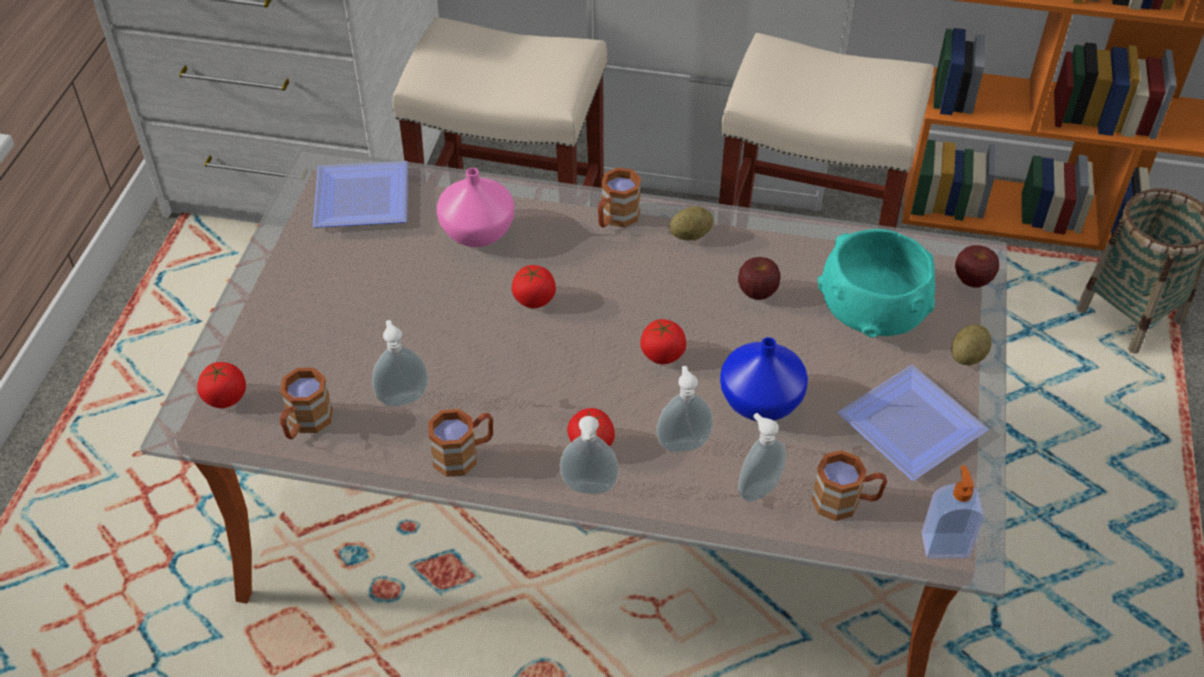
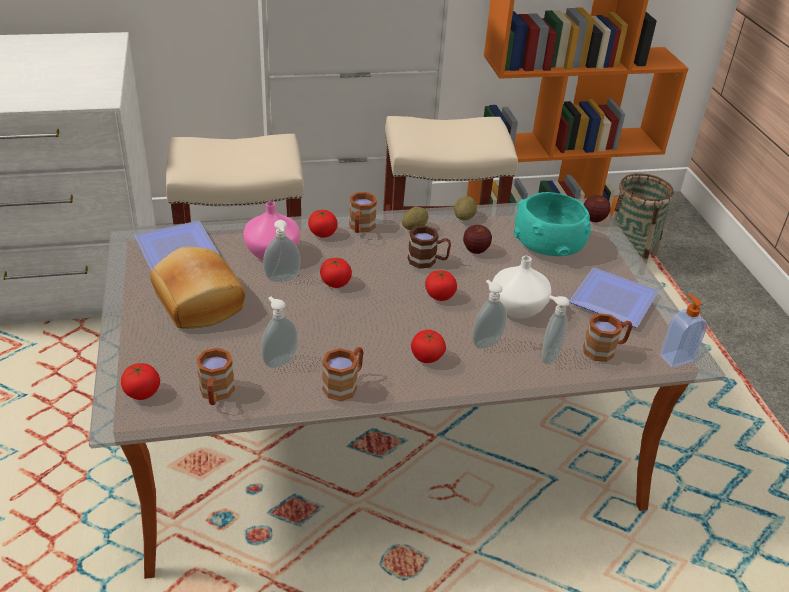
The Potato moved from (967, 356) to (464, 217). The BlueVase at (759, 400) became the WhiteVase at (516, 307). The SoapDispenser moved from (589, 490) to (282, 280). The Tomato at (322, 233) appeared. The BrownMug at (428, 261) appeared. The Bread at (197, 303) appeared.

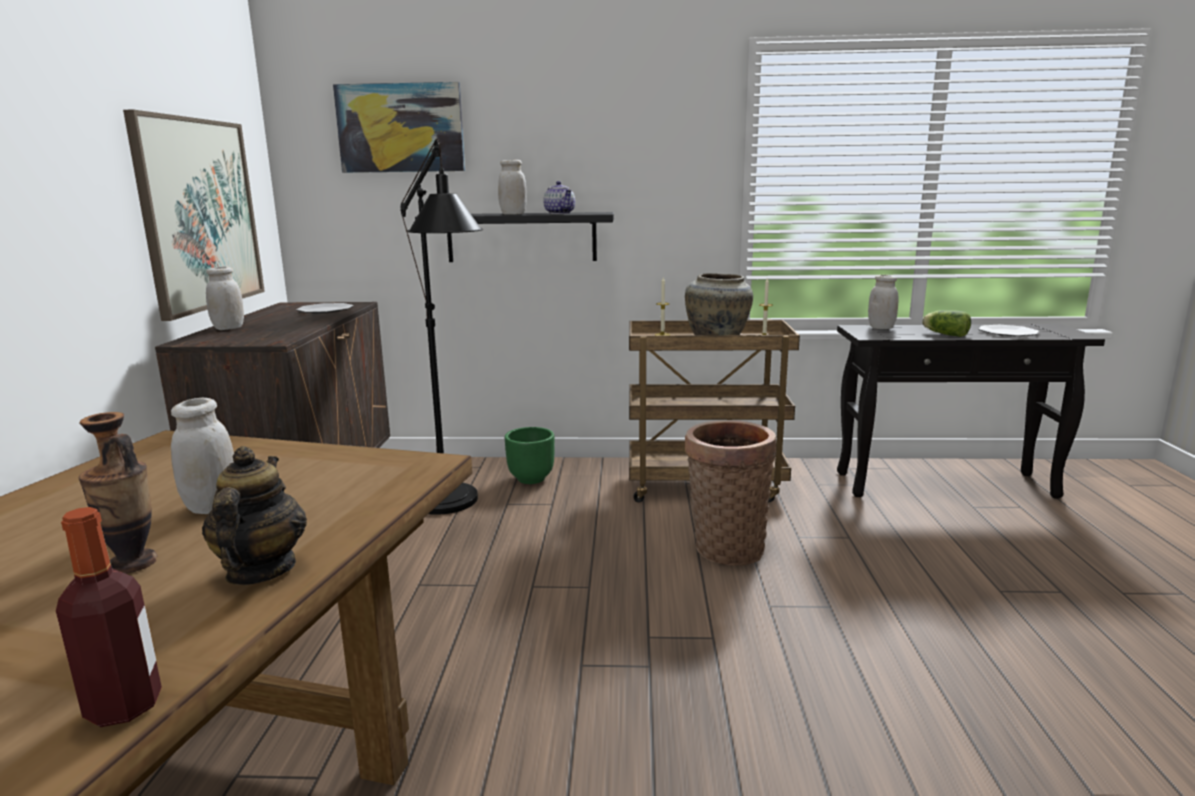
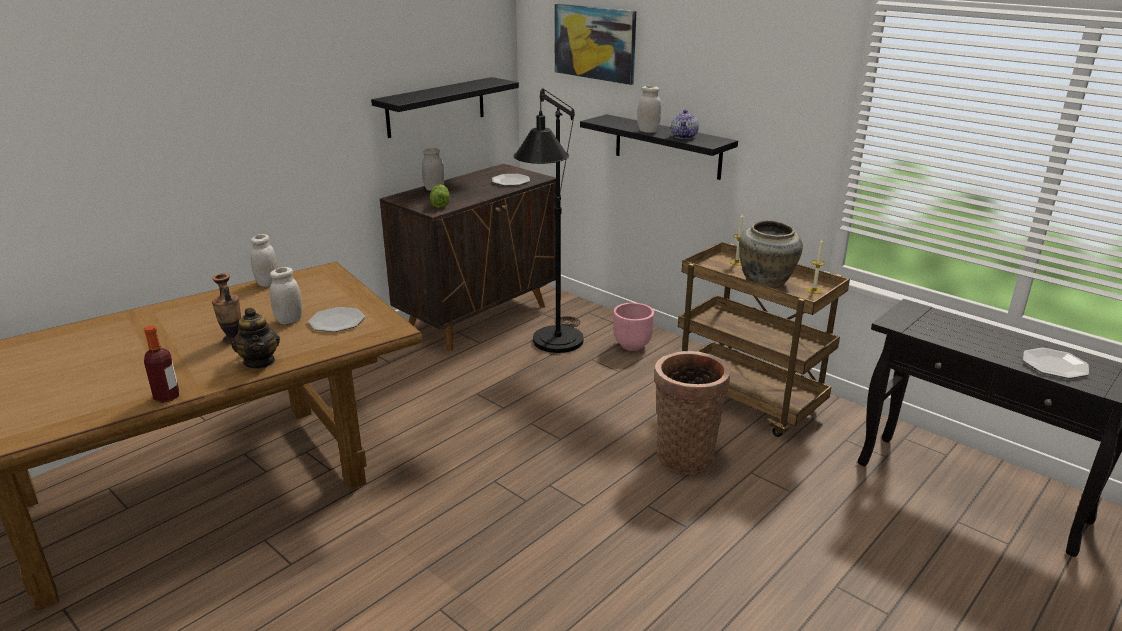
The Picture at (200, 214) was replaced by the BlackShelf at (436, 107). The WhiteJar moved from (881, 328) to (268, 283). The Lettuce moved from (944, 334) to (440, 203). The GreenPlanter at (531, 479) became the PinkPlanter at (632, 345). The Teapot at (260, 570) turned 120 degrees clockwise. The Plate at (337, 321) appeared.

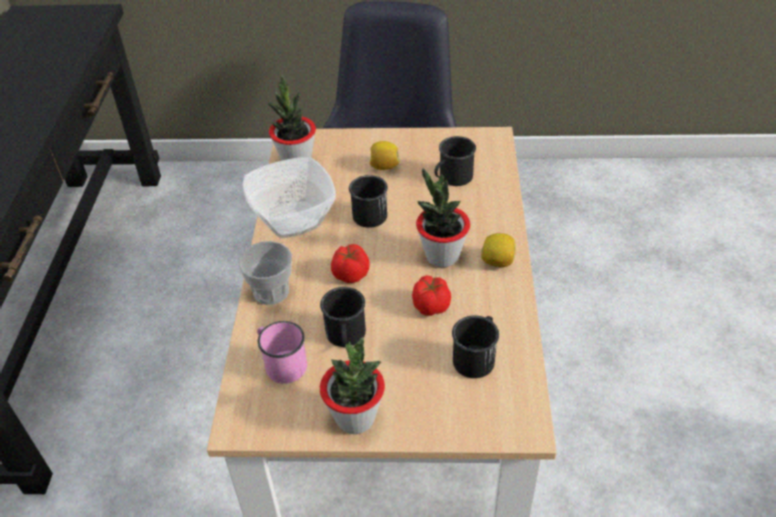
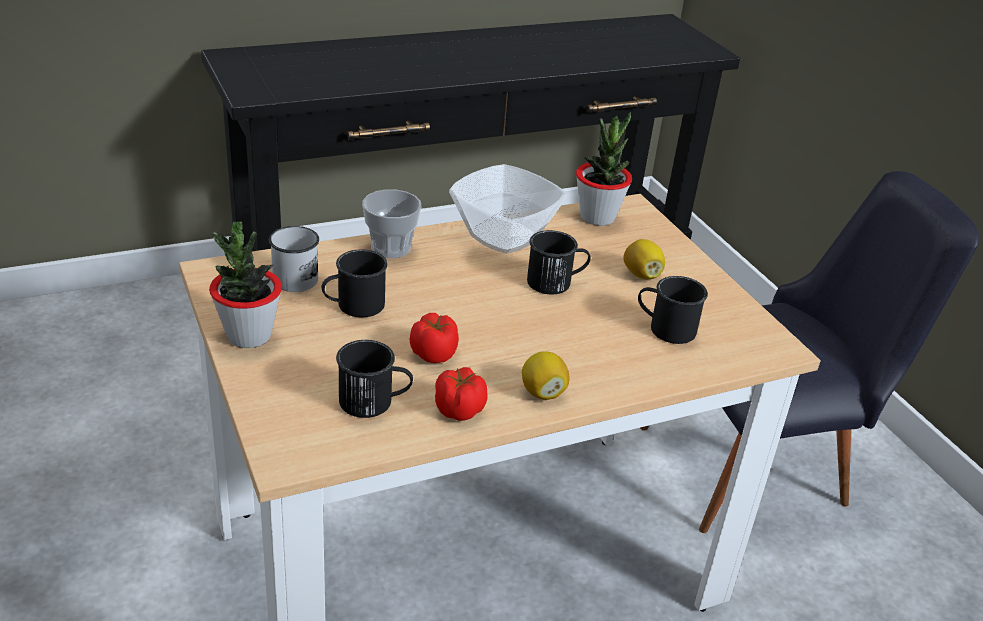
The PottedPlant at (442, 256) disappeared. The Tomato moved from (350, 274) to (458, 409). The PinkMug at (281, 363) became the WhiteMug at (299, 276).

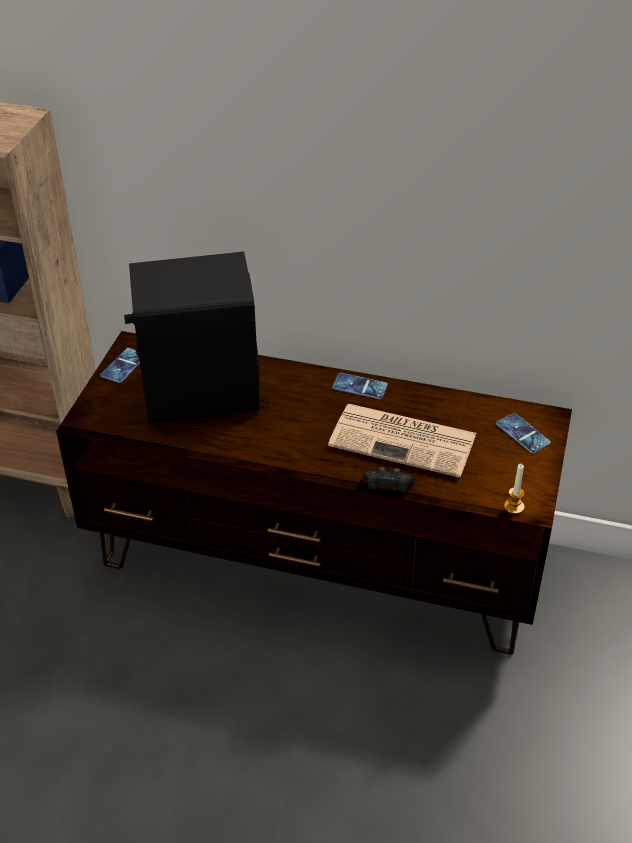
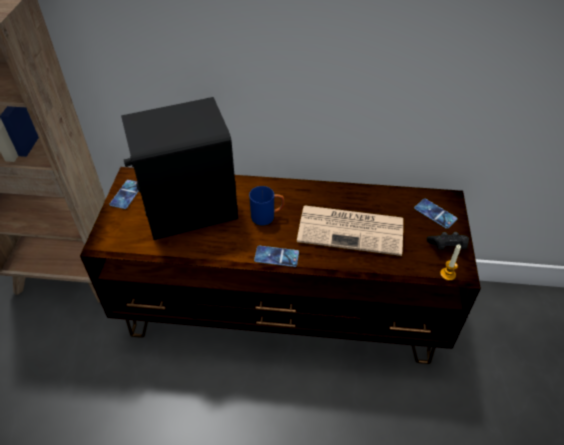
The Phone moved from (360, 386) to (276, 256). The BlackGameController moved from (387, 488) to (447, 247). The BlueMug at (267, 216) appeared.

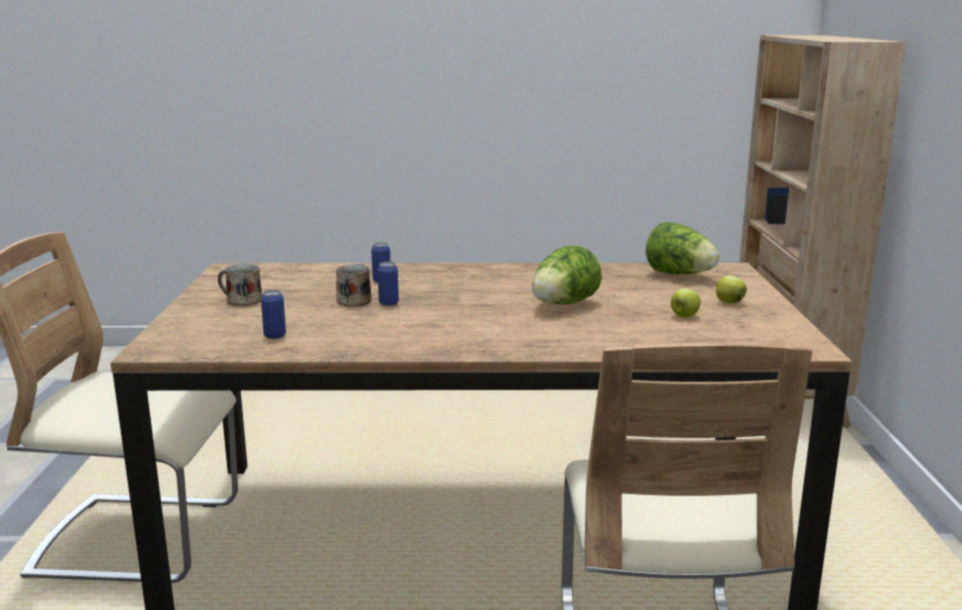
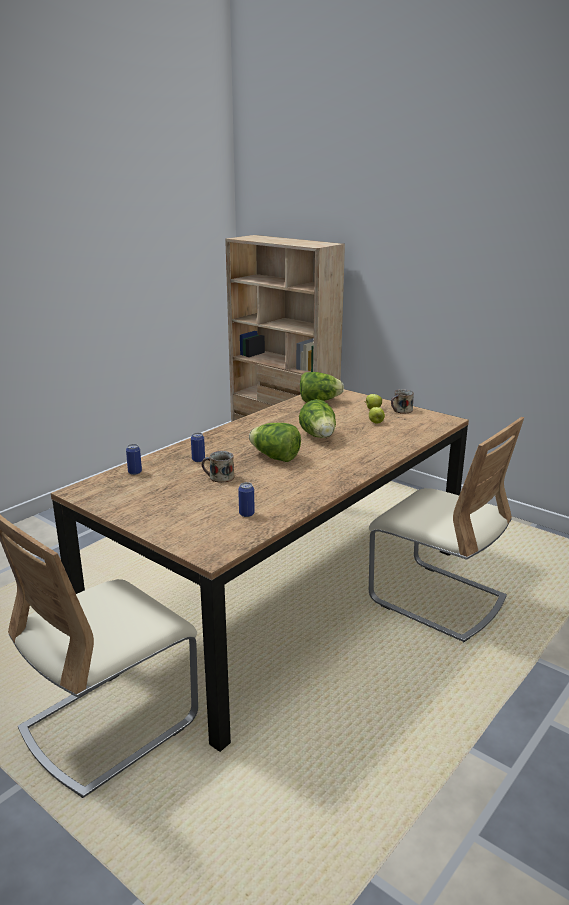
The Can moved from (388, 303) to (135, 472). The Mug moved from (242, 300) to (401, 410). The Lettuce at (275, 457) appeared.

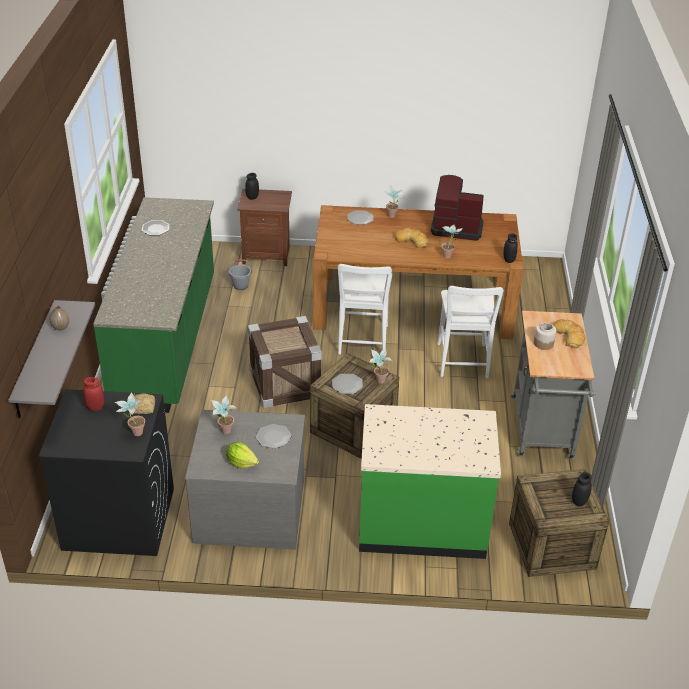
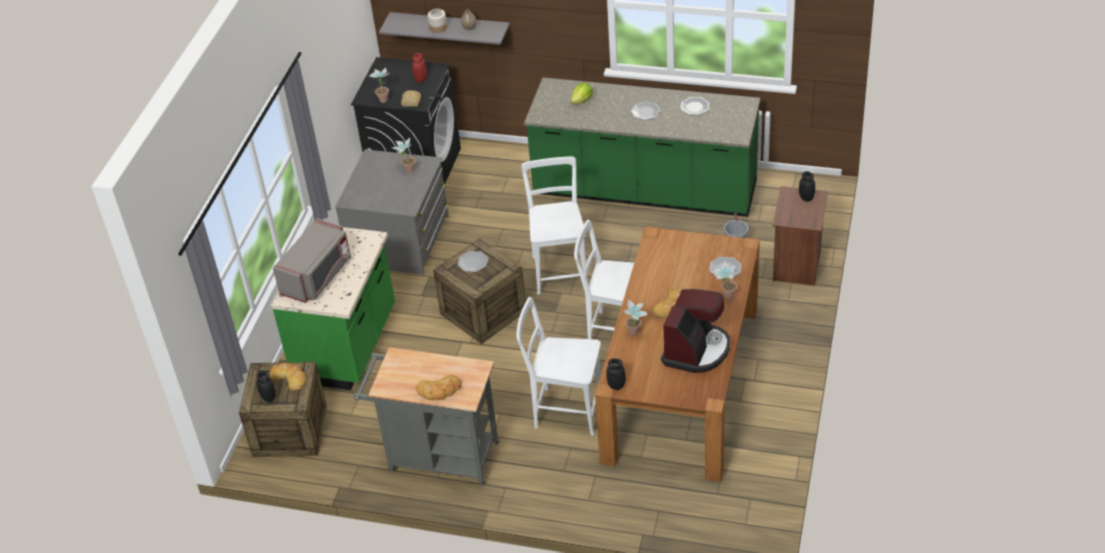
The Crate at (285, 384) was replaced by the WhiteChair at (559, 269). The Jar moved from (543, 343) to (438, 28). The PottedPlant at (379, 382) disappeared. The Plate moved from (273, 437) to (645, 112). The Lettuce moved from (241, 462) to (582, 101). The GreyMicrowave at (317, 276) appeared. The Bread at (289, 378) appeared.

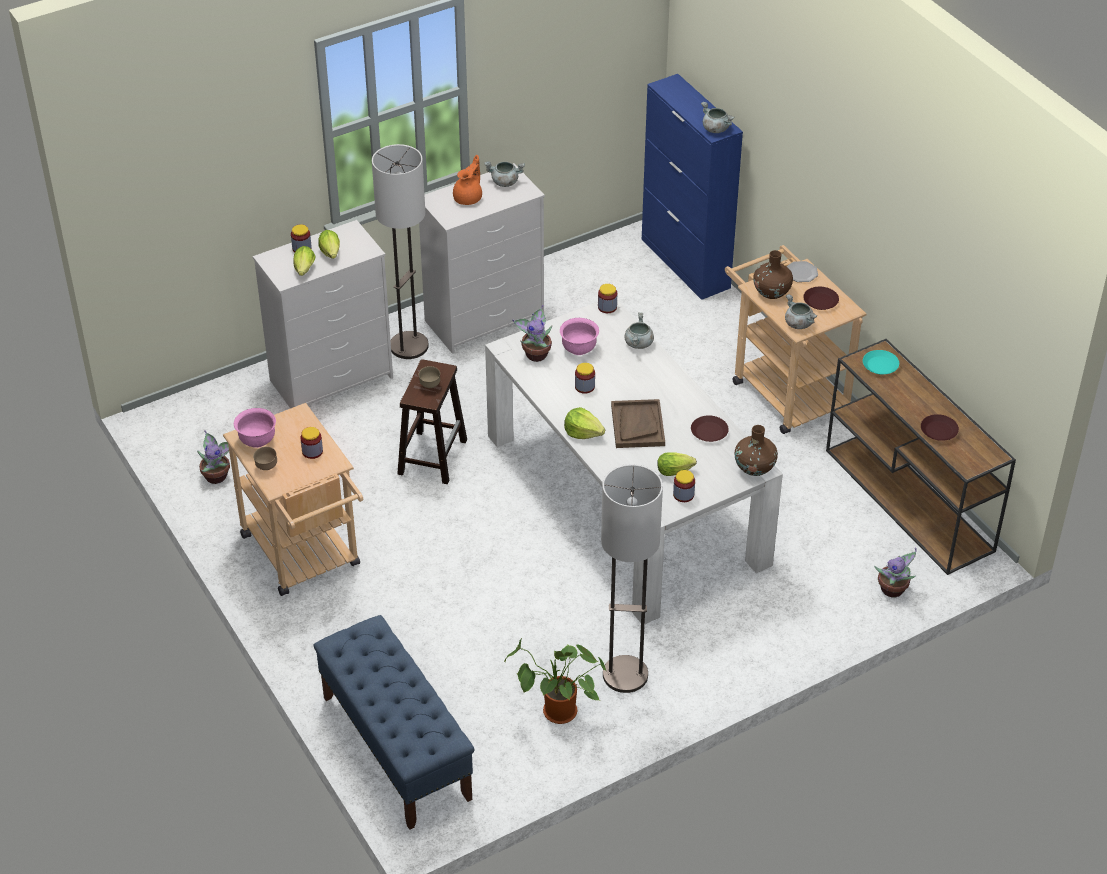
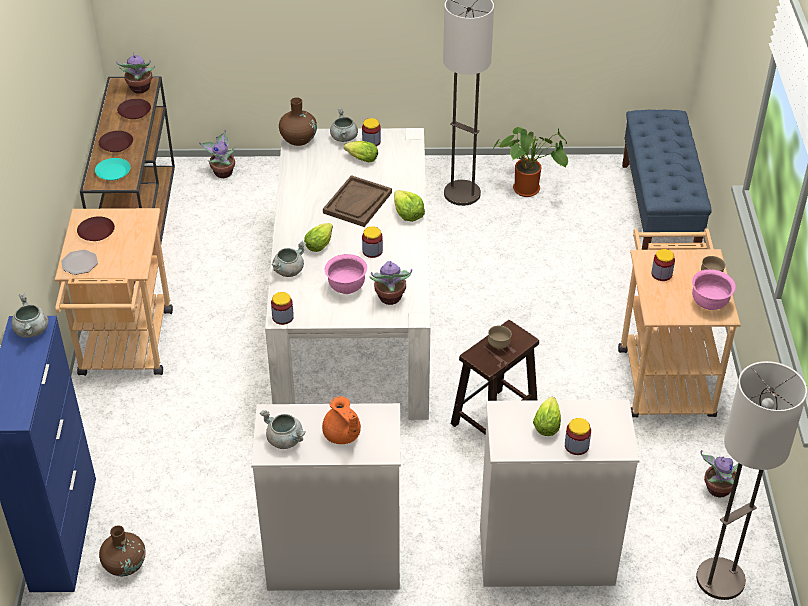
The FloorLamp moved from (409, 346) to (720, 580). The OrangeTeapot at (469, 198) turned 90 degrees counterclockwise. The Lettuce moved from (304, 271) to (320, 244). The BrownVase moved from (771, 292) to (125, 565). The GreyCookingPot moved from (798, 324) to (344, 138). The BrownPlate moved from (709, 431) to (116, 144). The PottedPlant at (139, 89) appeared.

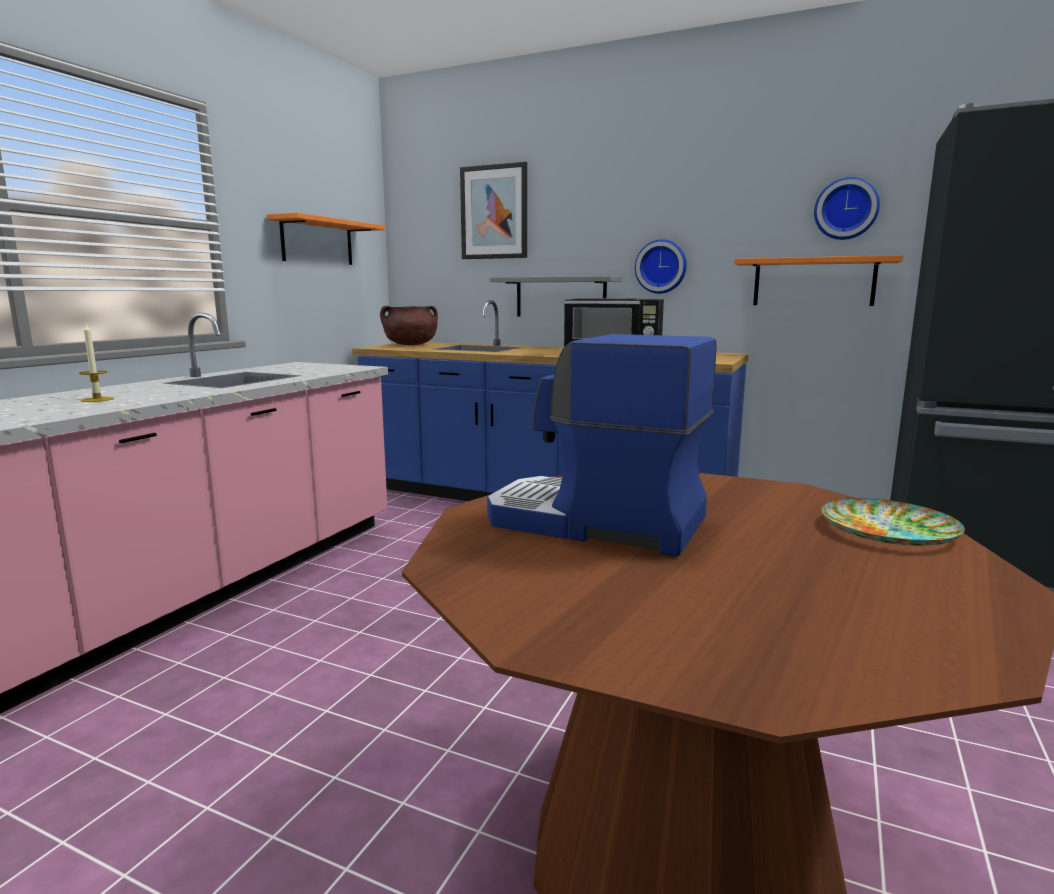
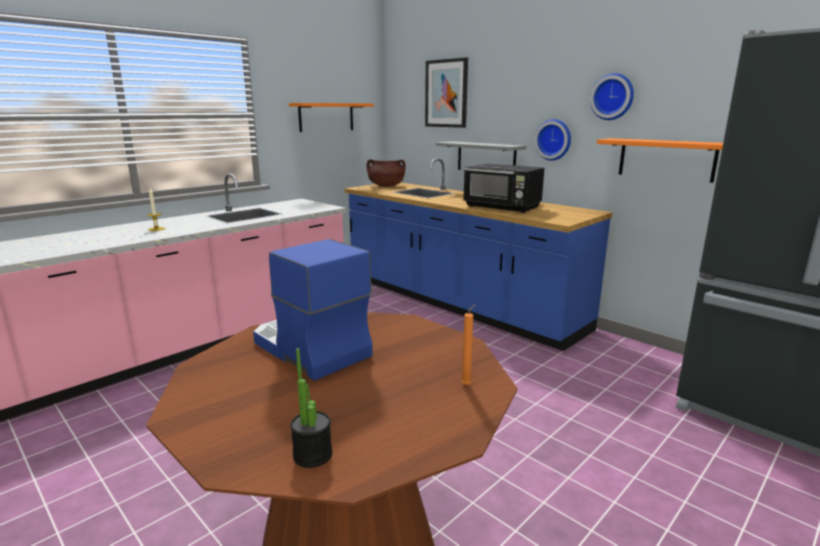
The WallClock moved from (846, 209) to (613, 97). The Plate at (889, 530) was replaced by the OrangeCandle at (467, 385). The PottedPlant at (312, 455) appeared.

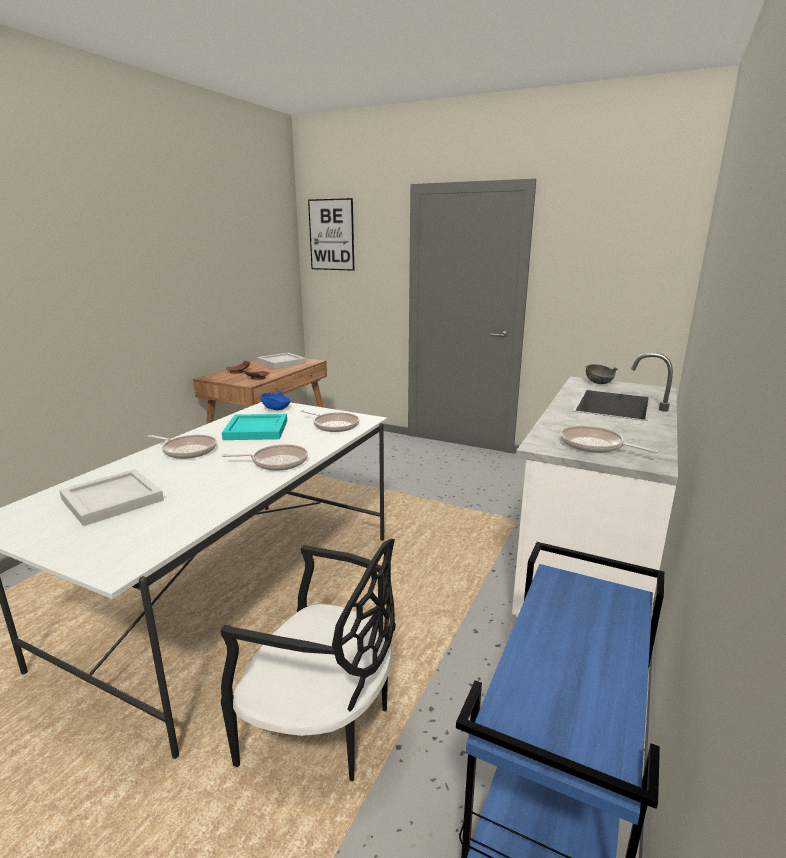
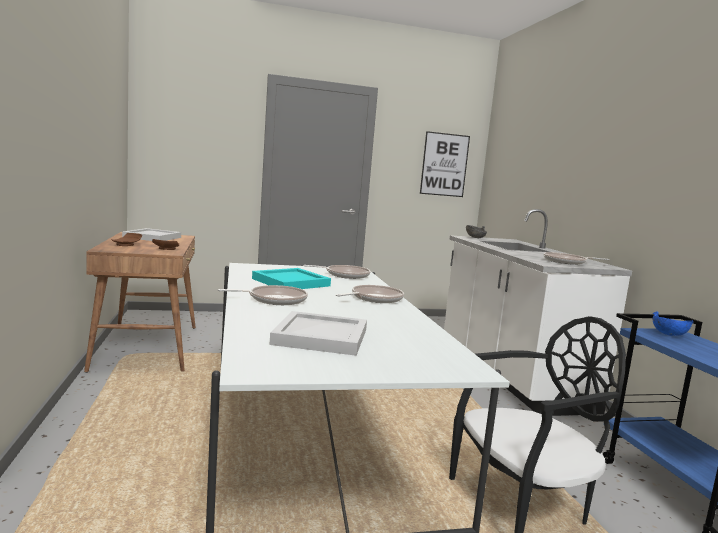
The Picture moved from (331, 235) to (444, 164). The BlueBowl moved from (276, 409) to (669, 334).

